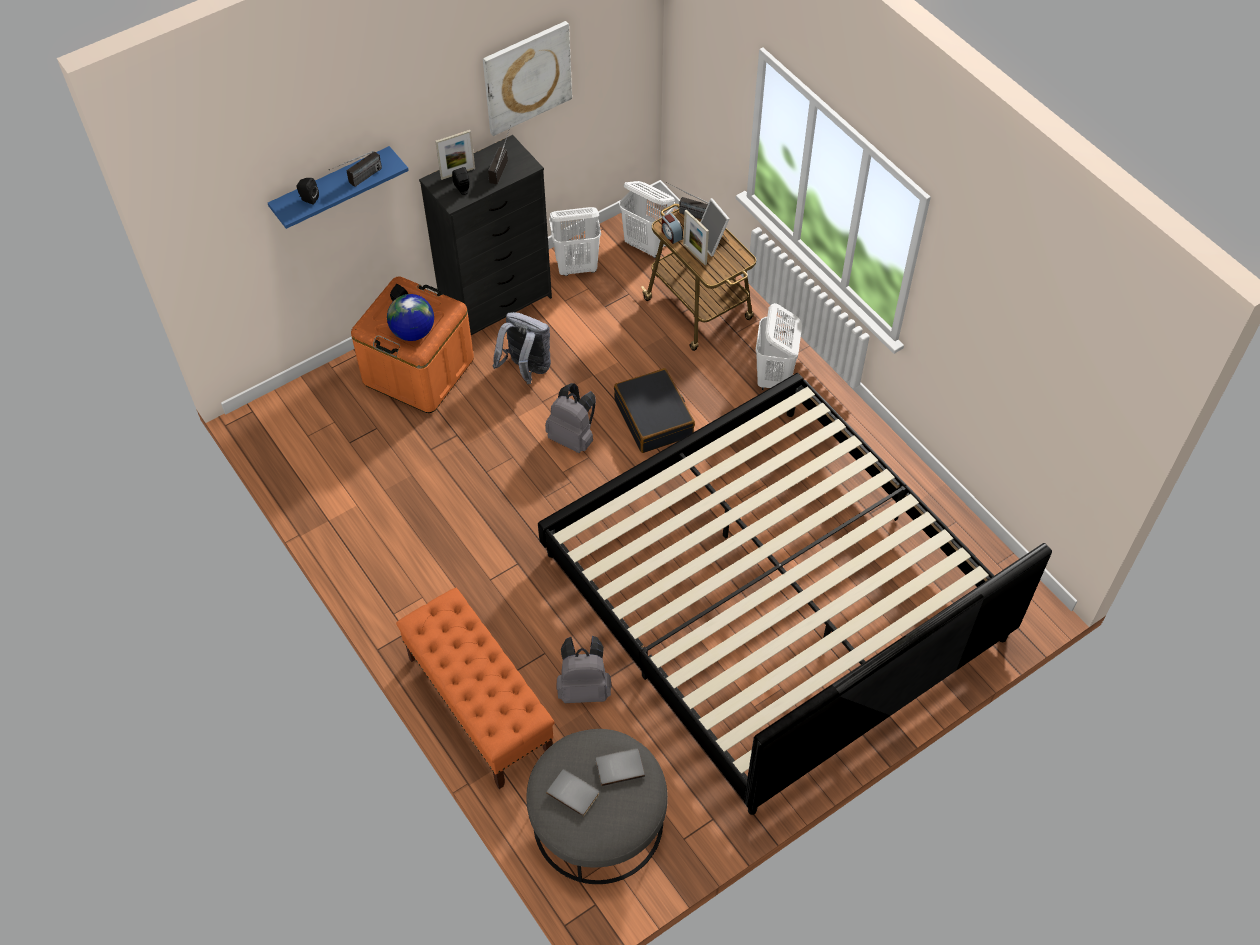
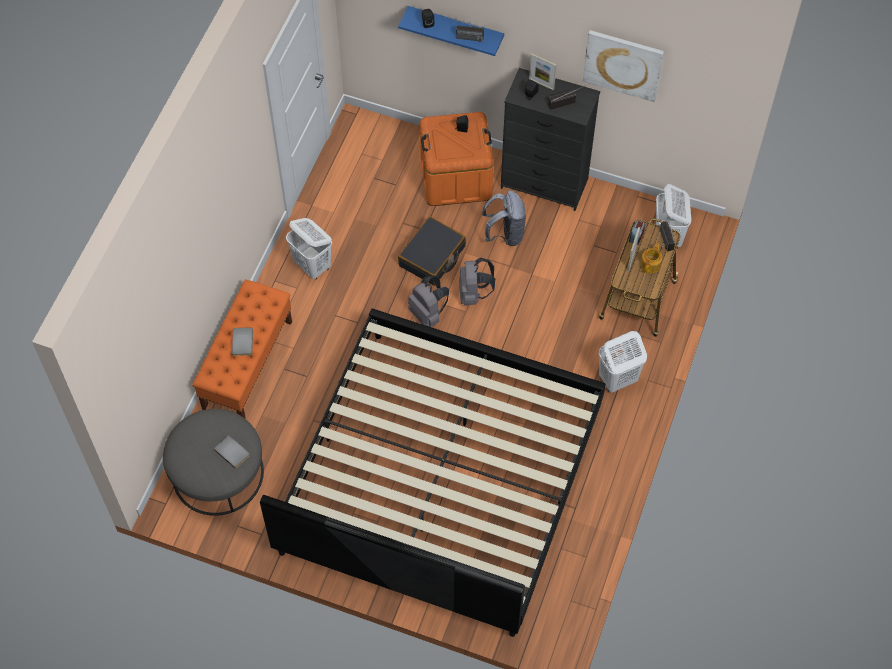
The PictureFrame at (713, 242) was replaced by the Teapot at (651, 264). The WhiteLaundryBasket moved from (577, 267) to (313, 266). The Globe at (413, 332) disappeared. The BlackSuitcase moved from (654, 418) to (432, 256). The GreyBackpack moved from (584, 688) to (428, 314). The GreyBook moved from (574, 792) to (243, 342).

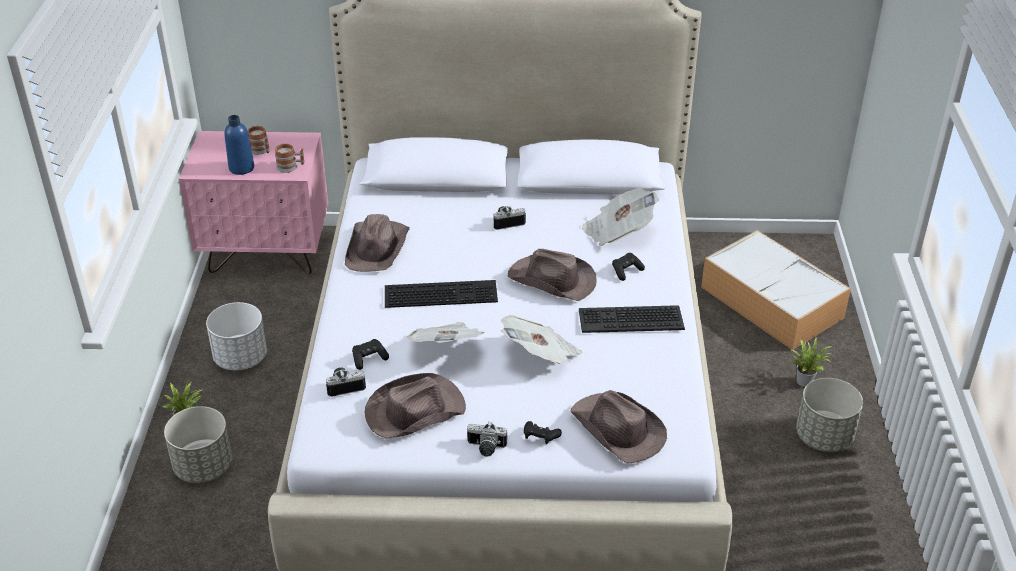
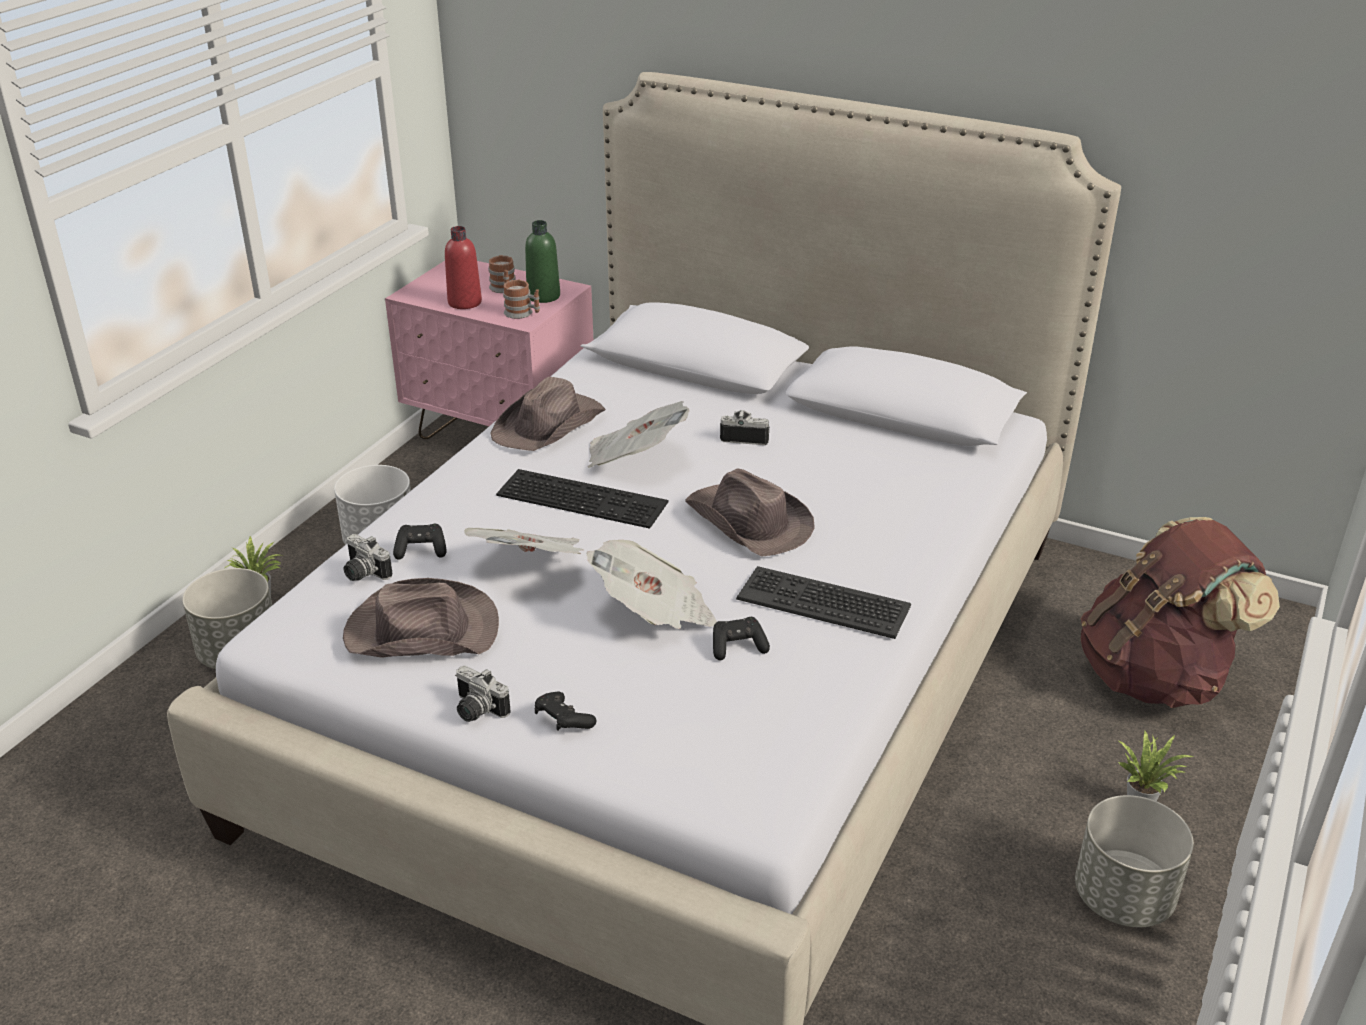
The BlueBottle at (241, 168) became the RedBottle at (465, 302). The Newspaper moved from (618, 232) to (635, 459). The StorageBox at (773, 303) was replaced by the BrownBackpack at (1156, 677). The BlackGameController moved from (626, 271) to (738, 647). The PhotoCamera at (345, 386) turned 150 degrees counterclockwise. The BrownHat at (617, 429) disappeared. The GreenBottle at (543, 296) appeared.

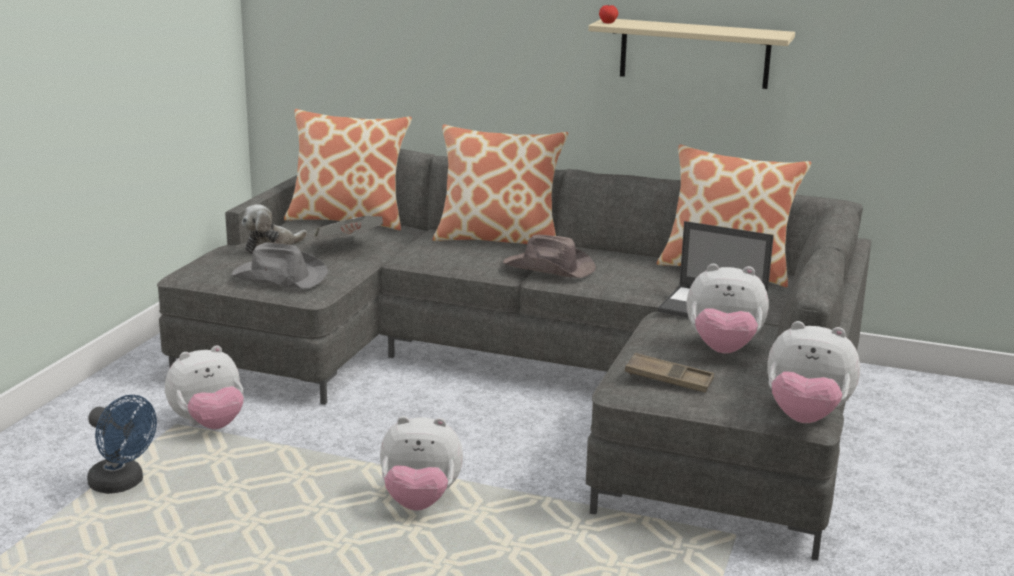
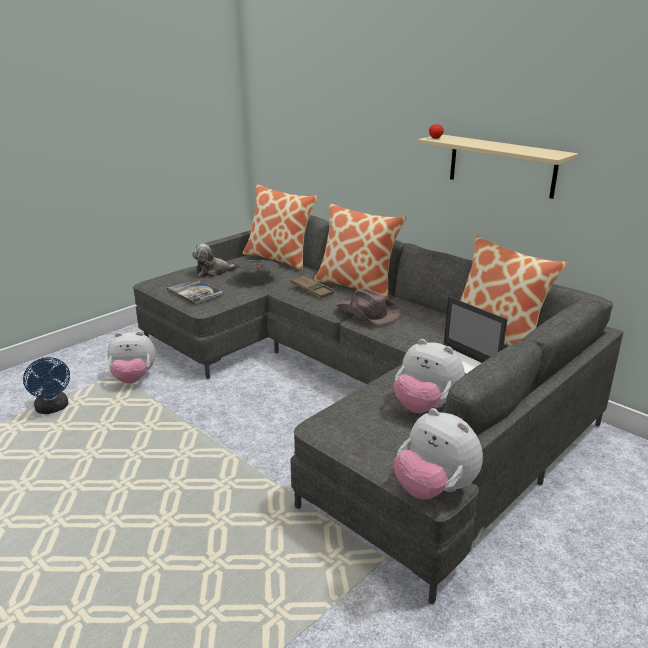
The GreyHat at (279, 276) was replaced by the Book at (195, 292). The BrownTray moved from (669, 379) to (312, 290). The PlushToy at (420, 502) disappeared.

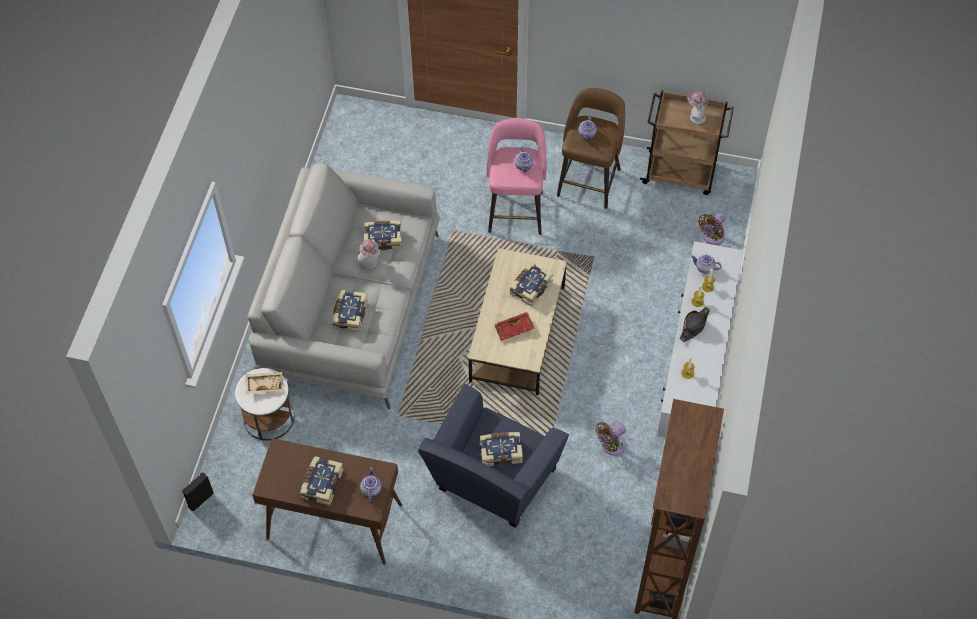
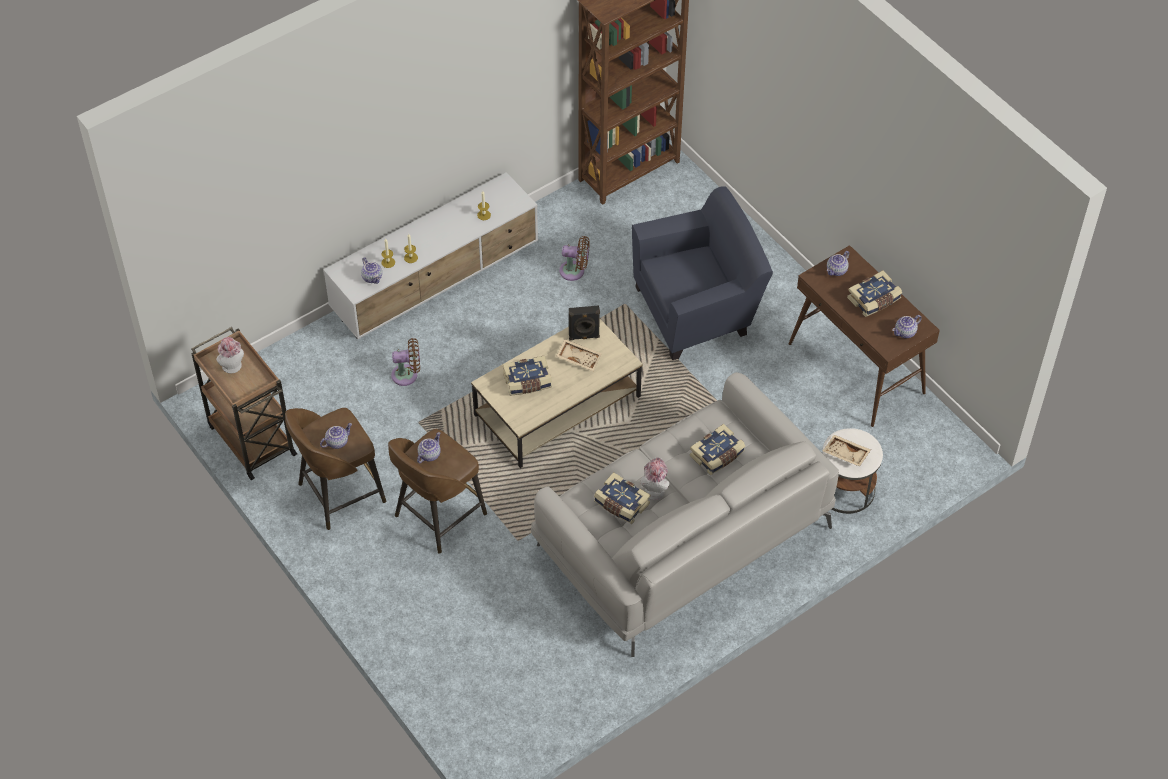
The PinkStool at (516, 210) became the BrownStool at (438, 516). The BrownFan moved from (712, 237) to (407, 375). The BlackHat at (694, 326) disappeared. The RedTray at (514, 329) became the BeigeTray at (579, 358). The Book at (501, 451) disappeared. The BlackSpeaker moved from (200, 499) to (584, 337). The Teapot at (905, 333) appeared.

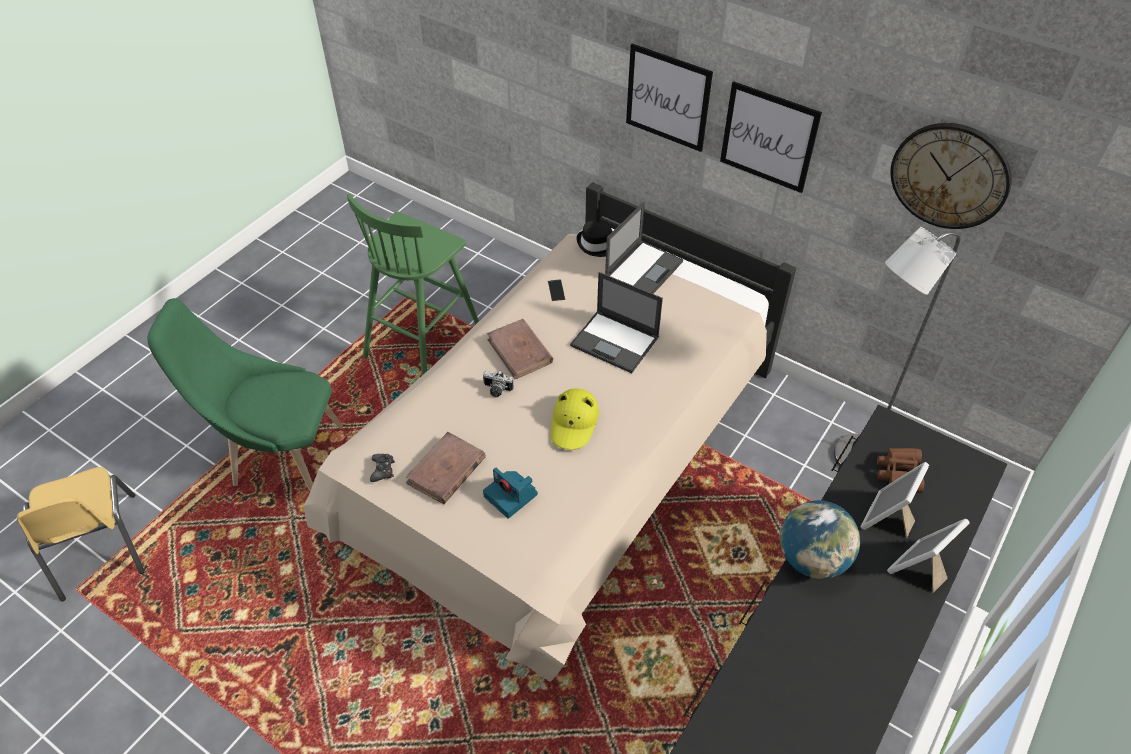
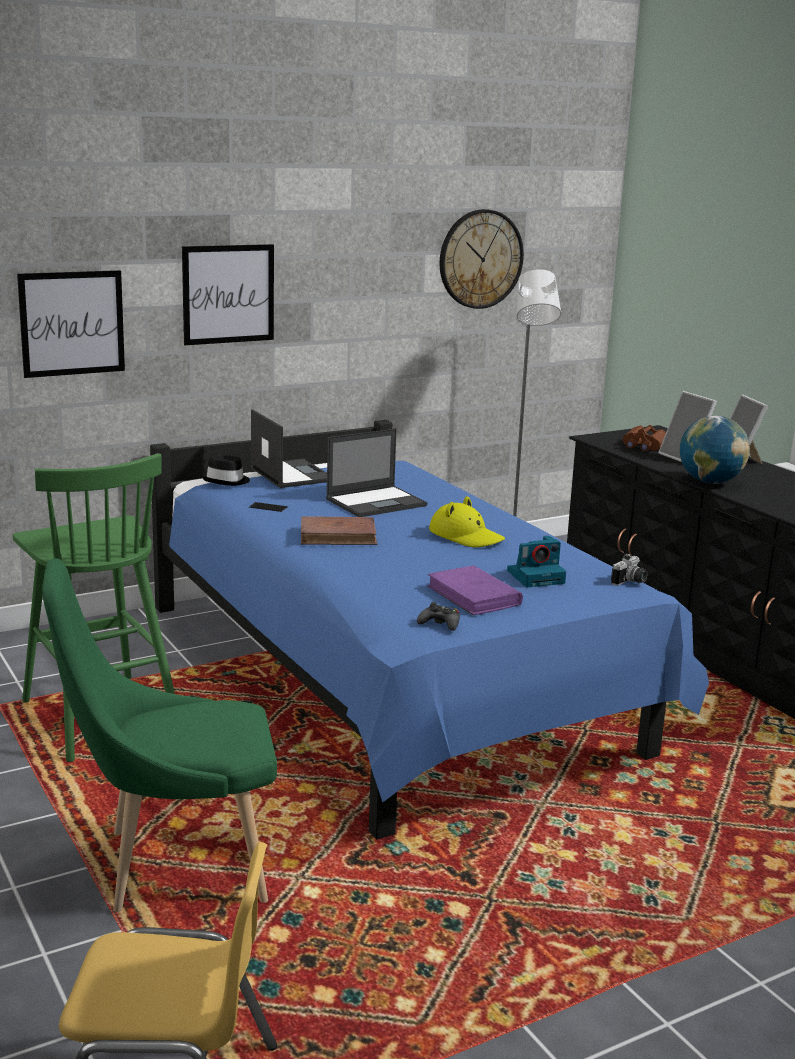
The Picture moved from (768, 137) to (72, 323). The BeigeBed at (564, 461) became the BlueBed at (390, 683). The GreenChair at (280, 456) turned 45 degrees clockwise. The PhotoCamera moved from (496, 390) to (631, 582). The BrownBook at (446, 471) became the PurpleBook at (474, 595).

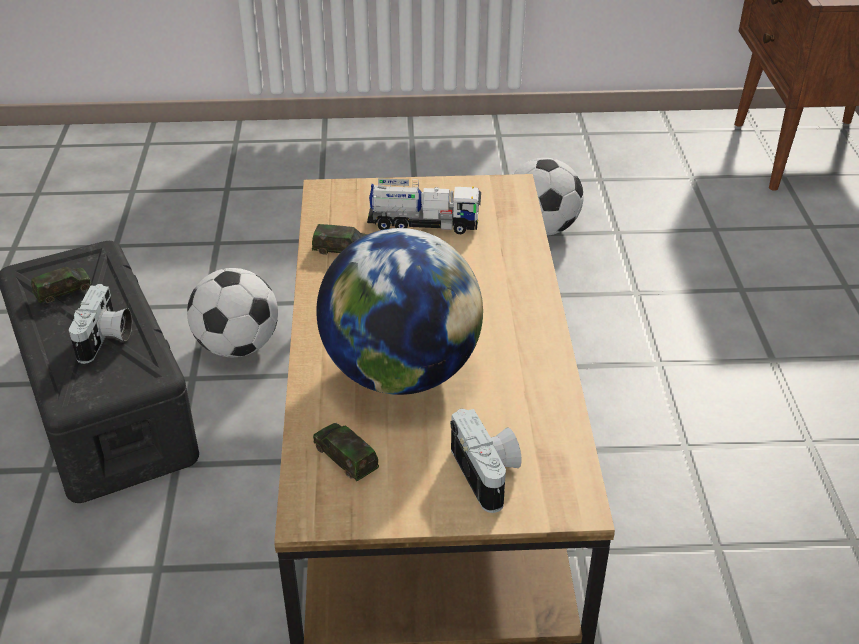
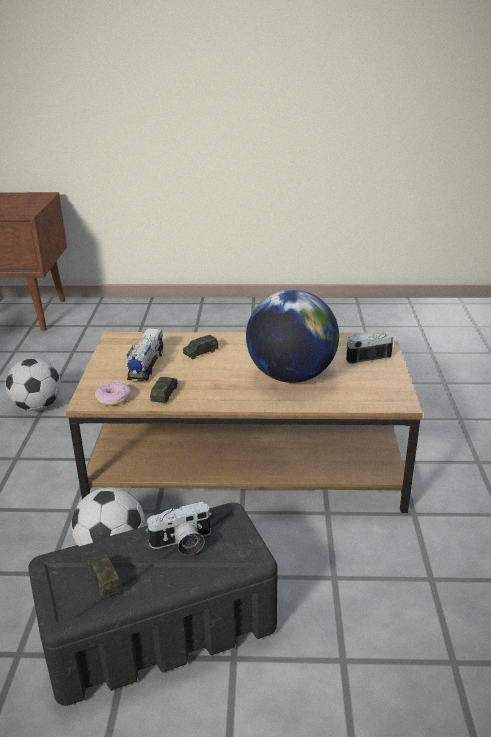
The PhotoCamera at (106, 339) turned 150 degrees clockwise. The ToyCar moved from (346, 458) to (200, 352). The Donut at (113, 398) appeared.

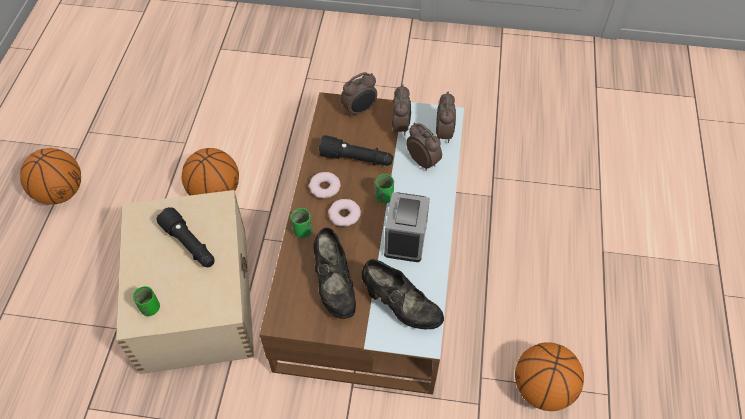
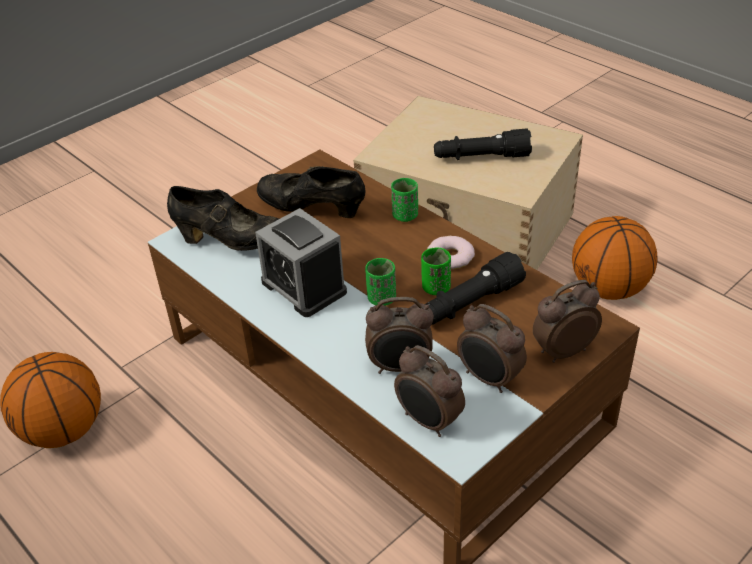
The AlarmClock at (360, 110) turned 60 degrees clockwise. The Basketball at (61, 193) disappeared. The Donut at (344, 215) disappeared. The BlackShoe at (401, 306) turned 150 degrees counterclockwise. The GreenCup moved from (150, 308) to (436, 288).

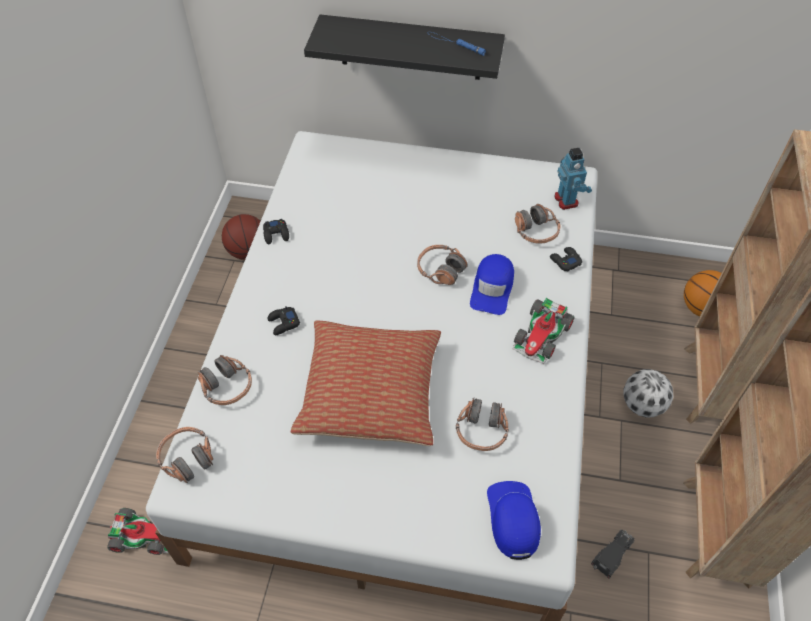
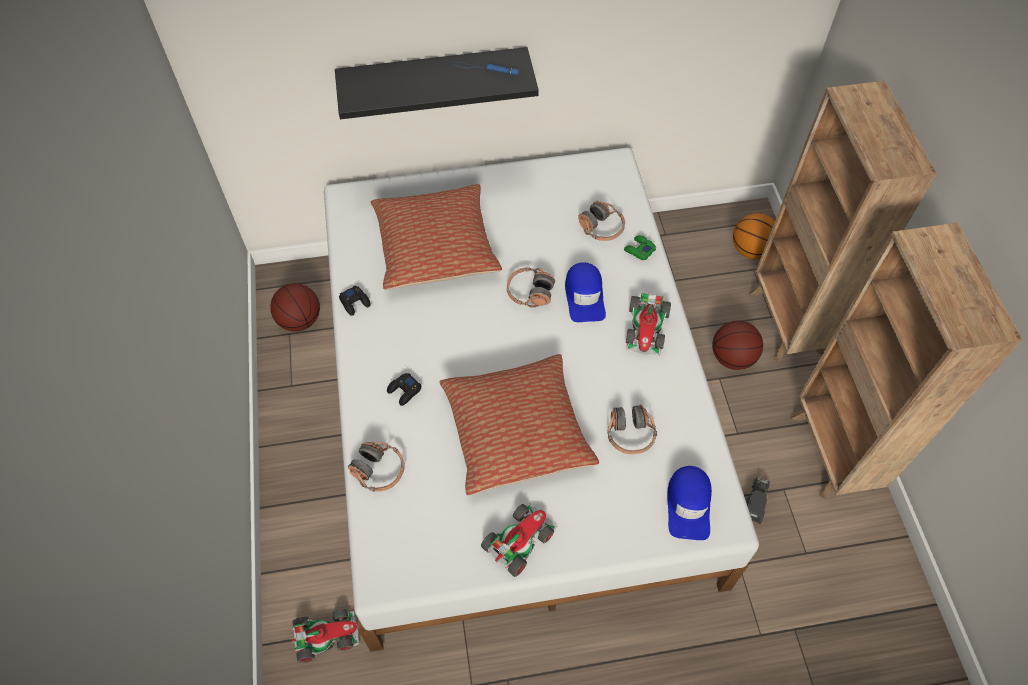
The ToyRobot at (566, 200) disappeared. The BlackGameController at (565, 261) became the GreenGameController at (639, 250). The Football at (642, 404) was replaced by the Basketball at (732, 357). The Headphones at (187, 458) disappeared. The BlueCap at (513, 519) turned 150 degrees counterclockwise. The Pillow at (435, 247) appeared. The ToyCar at (519, 539) appeared.

